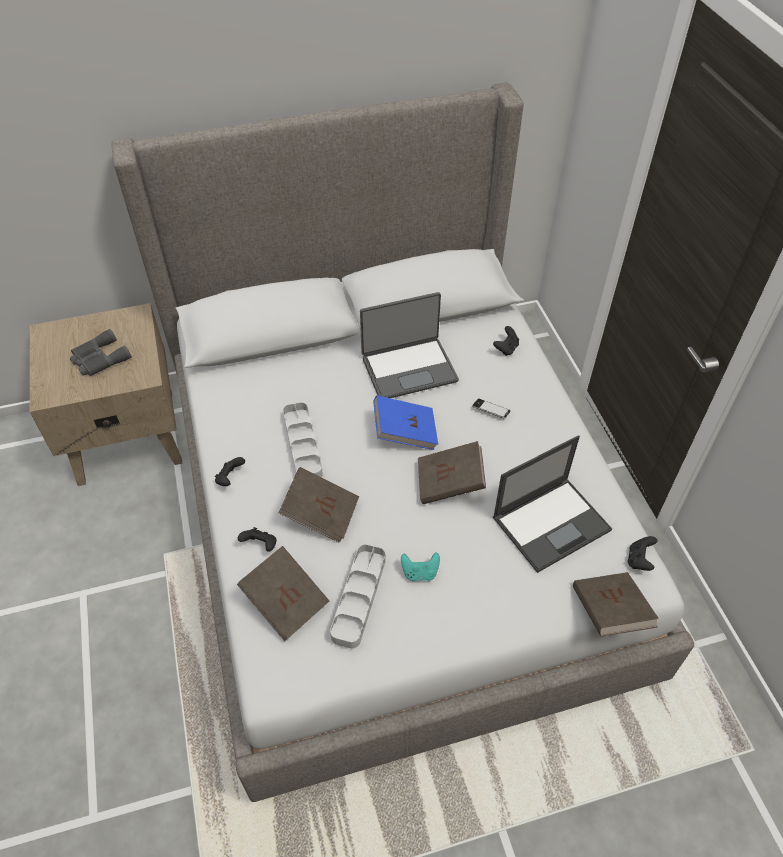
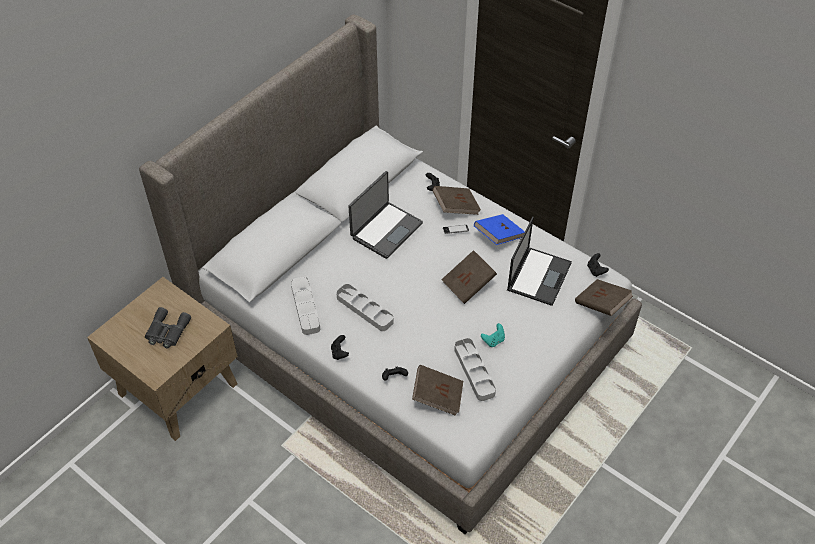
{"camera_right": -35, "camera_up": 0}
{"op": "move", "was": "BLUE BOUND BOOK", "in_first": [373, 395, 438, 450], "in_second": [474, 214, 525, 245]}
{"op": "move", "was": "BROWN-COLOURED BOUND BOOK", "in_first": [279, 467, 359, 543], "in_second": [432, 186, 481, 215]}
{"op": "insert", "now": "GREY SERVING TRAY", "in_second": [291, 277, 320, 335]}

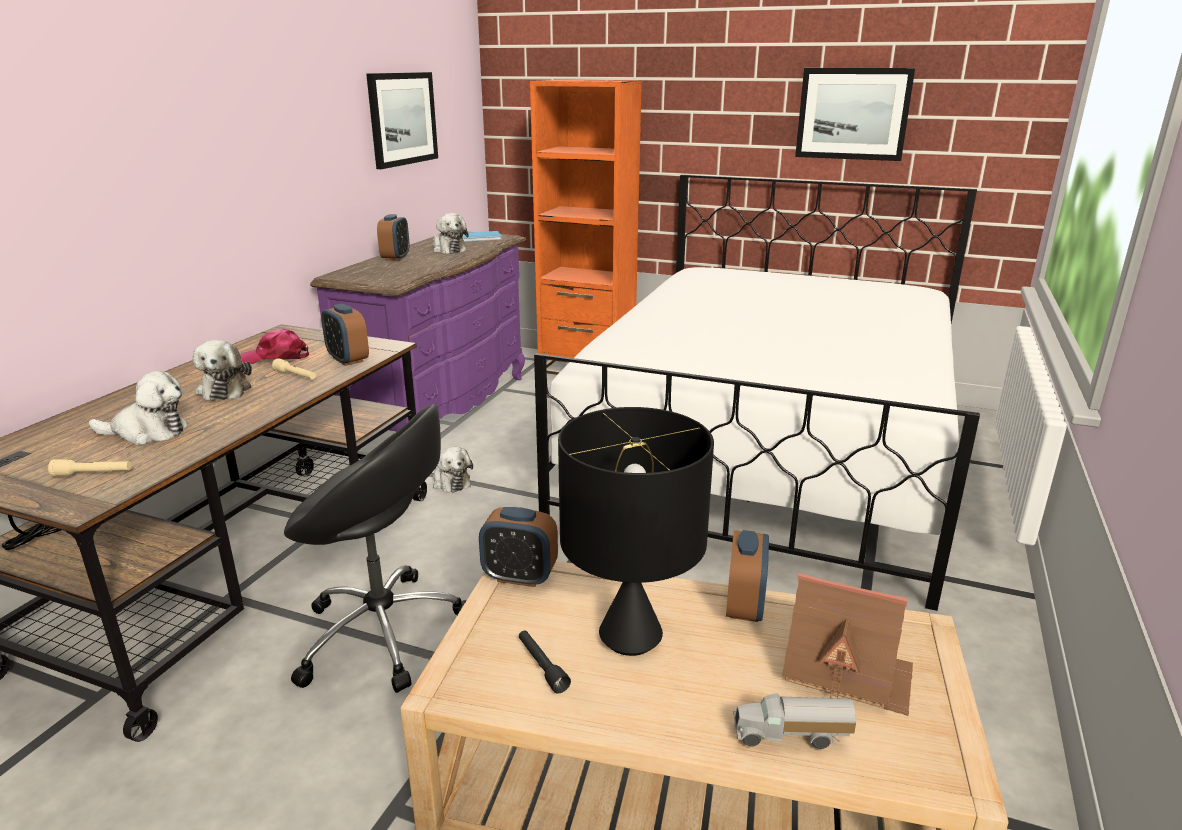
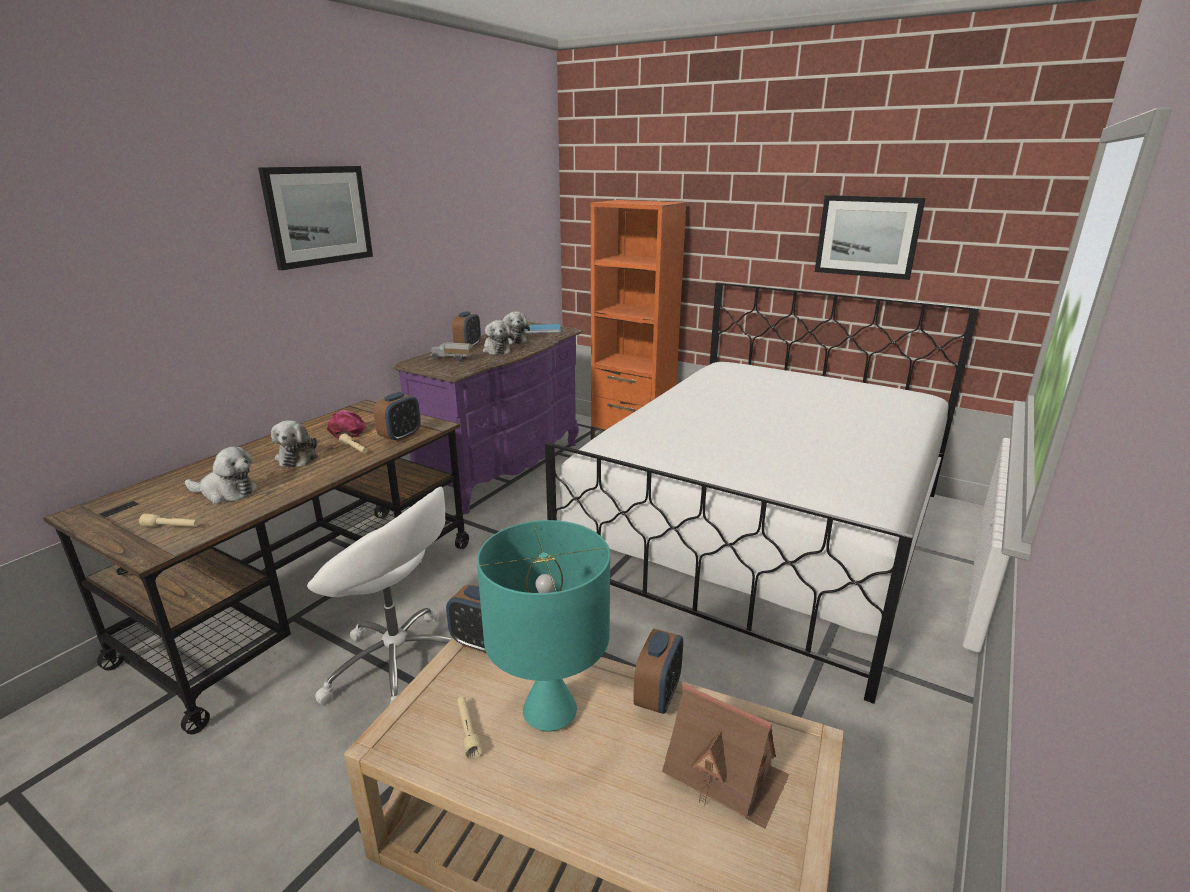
{"camera_right": 10, "camera_up": 0}
{"op": "move", "was": "PICTURE", "in_first": [366, 72, 438, 169], "in_second": [258, 166, 373, 270]}
{"op": "rotate", "was": "BEDSIDE CLOCK", "in_first": [321, 304, 369, 366], "in_second": [374, 392, 421, 442], "clockwise": -120}
{"op": "rotate", "was": "PINK-COLOURED CAP", "in_first": [241, 329, 309, 364], "in_second": [327, 410, 366, 439], "clockwise": 75}
{"op": "recolor", "was": "BLACKISH DESK CHAIR", "now": "WHITE DESK CHAIR", "in_first": [284, 404, 466, 693], "in_second": [307, 487, 452, 705]}
{"op": "recolor", "was": "BLACKISH LAMP FOR A TABLE", "now": "TURQUOISE-COLOURED LAMP FOR A TABLE", "in_first": [558, 407, 714, 656], "in_second": [477, 520, 610, 732]}
{"op": "move", "was": "CUDDLY TOY", "in_first": [433, 447, 473, 493], "in_second": [483, 320, 514, 355]}
{"op": "recolor", "was": "BLACKISH TORCH", "now": "SAND-COLOURED TORCH", "in_first": [519, 630, 571, 694], "in_second": [457, 696, 483, 759]}
{"op": "move", "was": "MODEL TRUCK", "in_first": [733, 693, 856, 749], "in_second": [430, 342, 473, 361]}

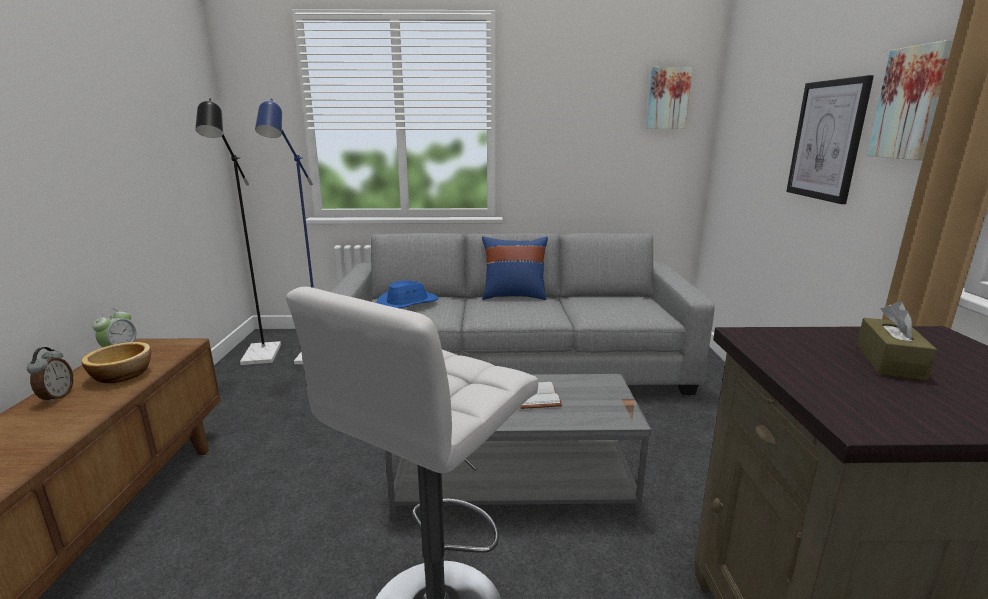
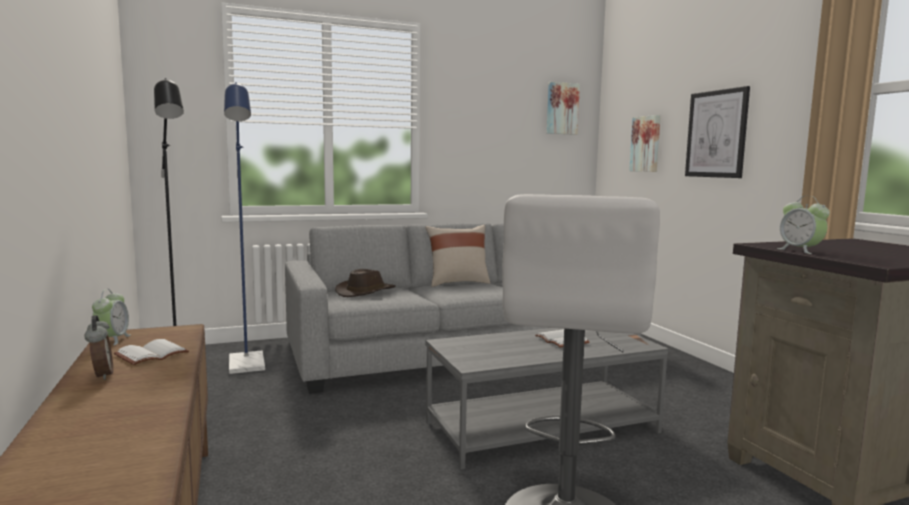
{"camera_right": -20, "camera_up": -10}
{"op": "move", "was": "PICTURE", "in_first": [867, 40, 953, 160], "in_second": [629, 115, 661, 172]}
{"op": "recolor", "was": "BLUE THROW PILLOW", "now": "SAND-COLOURED THROW PILLOW", "in_first": [482, 236, 548, 300], "in_second": [425, 225, 490, 287]}
{"op": "recolor", "was": "BLUE WEARABLE HAT", "now": "BROWN-COLOURED WEARABLE HAT", "in_first": [377, 280, 439, 309], "in_second": [335, 269, 396, 297]}
{"op": "delete", "was": "BROWN-COLOURED TISSUE BOX", "in_first": [857, 301, 937, 380]}
{"op": "replace", "was": "SERVING BOWL", "now": "WHITE BOUND BOOK", "in_first": [81, 342, 151, 383], "in_second": [114, 339, 189, 365]}
{"op": "insert", "now": "BEDSIDE CLOCK", "in_second": [777, 196, 830, 254]}

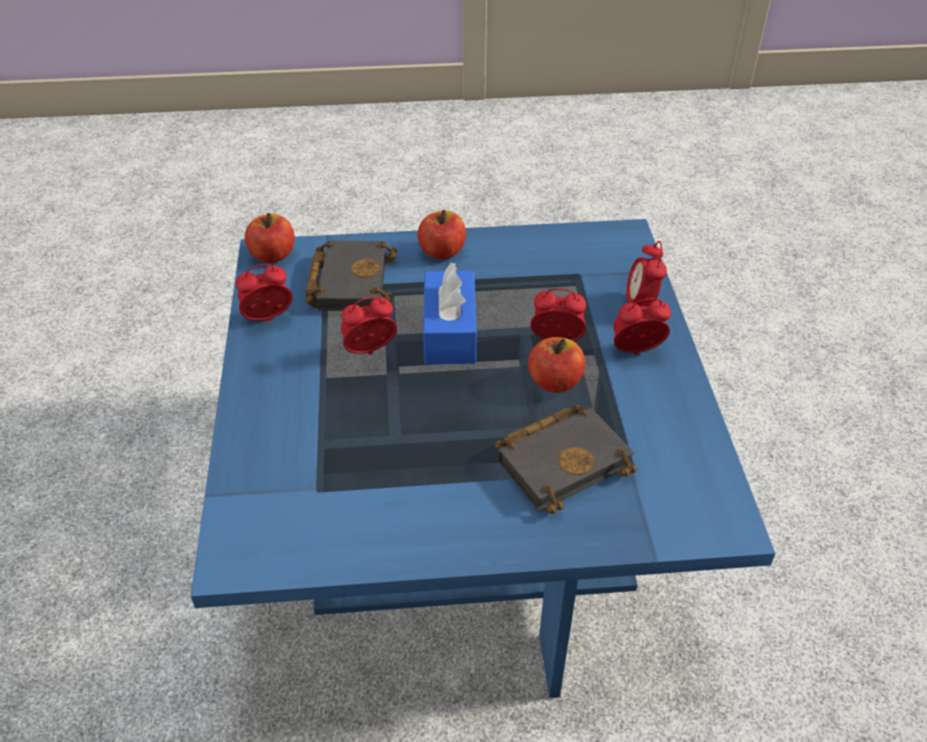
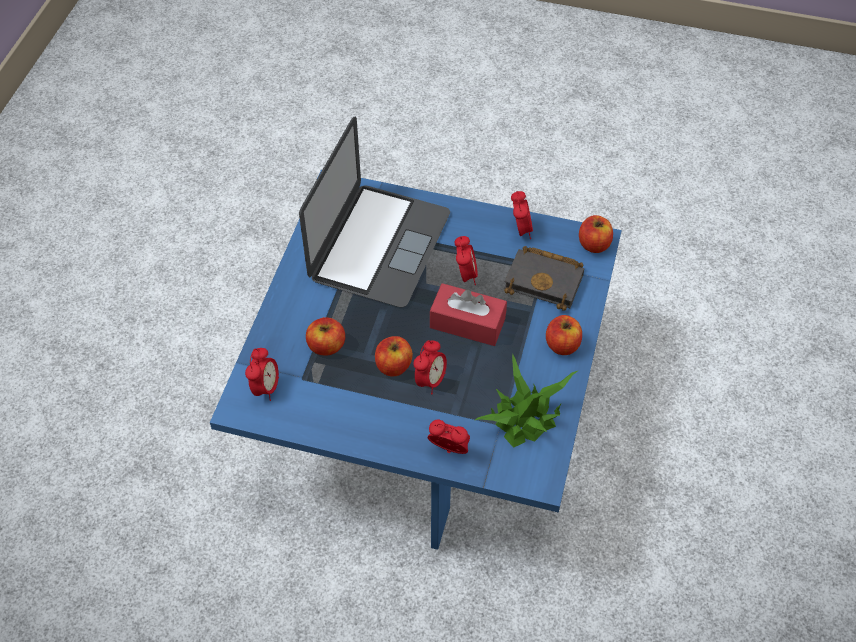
{"camera_right": 110, "camera_up": 10}
{"op": "recolor", "was": "BLUE TISSUE BOX", "now": "REDDISH TISSUE BOX", "in_first": [423, 263, 477, 364], "in_second": [430, 283, 507, 346]}
{"op": "move", "was": "BEDSIDE CLOCK", "in_first": [613, 298, 671, 355], "in_second": [245, 348, 279, 401]}
{"op": "replace", "was": "BLACKISH BOUND BOOK", "now": "APPLE", "in_first": [495, 405, 637, 514], "in_second": [306, 317, 345, 356]}
{"op": "insert", "now": "LAPTOP", "in_second": [299, 117, 450, 308]}
{"op": "insert", "now": "HOUSEPLANT", "in_second": [475, 353, 579, 448]}

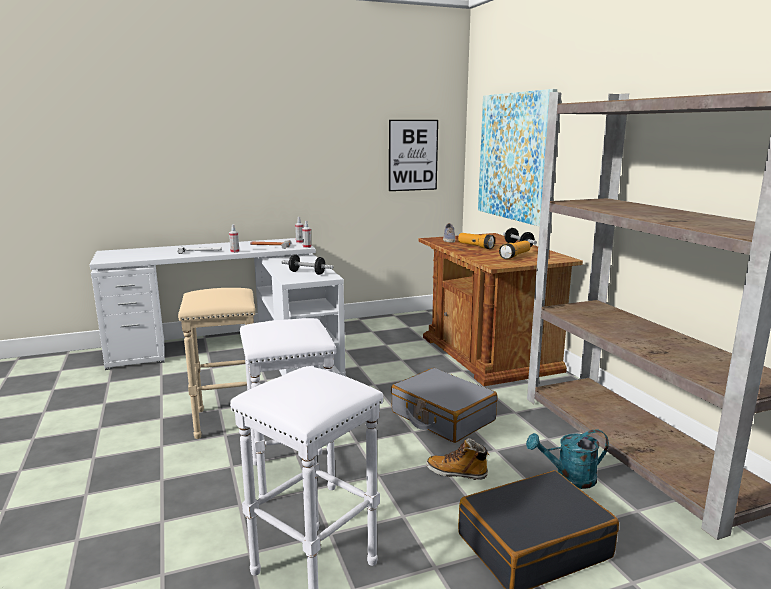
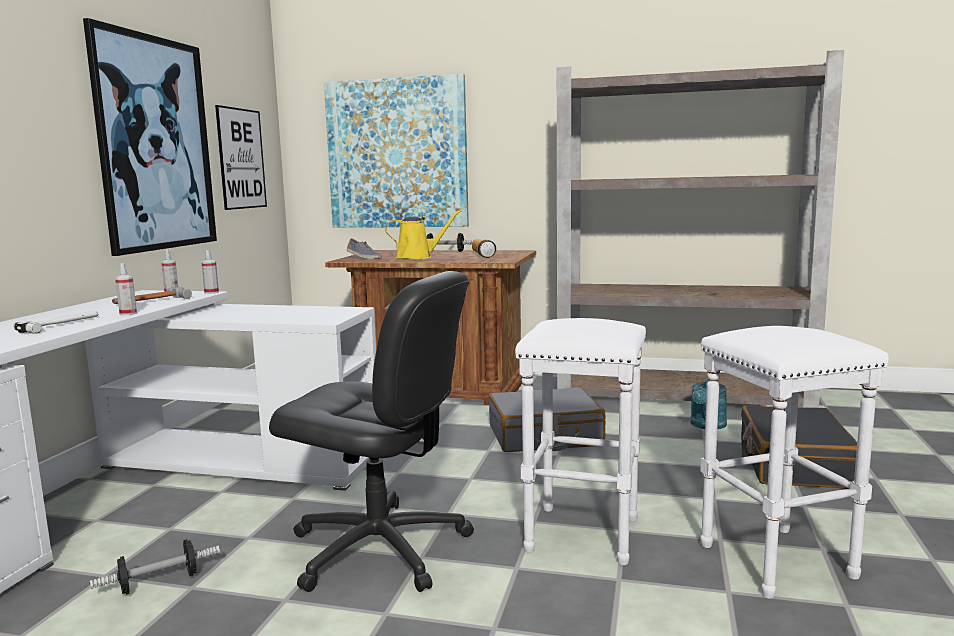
{"camera_right": -55, "camera_up": -5}
{"op": "replace", "was": "TORCH", "now": "YELLOWISH WATERING CAN", "in_first": [458, 233, 495, 249], "in_second": [385, 210, 462, 259]}
{"op": "move", "was": "FREE WEIGHT", "in_first": [281, 254, 333, 275], "in_second": [90, 539, 220, 595]}
{"op": "replace", "was": "SAND-COLOURED SITTING STOOL", "now": "BLACKISH DESK CHAIR", "in_first": [178, 288, 255, 439], "in_second": [269, 271, 474, 592]}
{"op": "delete", "was": "TALL BOOT", "in_first": [426, 438, 490, 480]}
{"op": "insert", "now": "PICTURE", "in_second": [83, 18, 217, 256]}

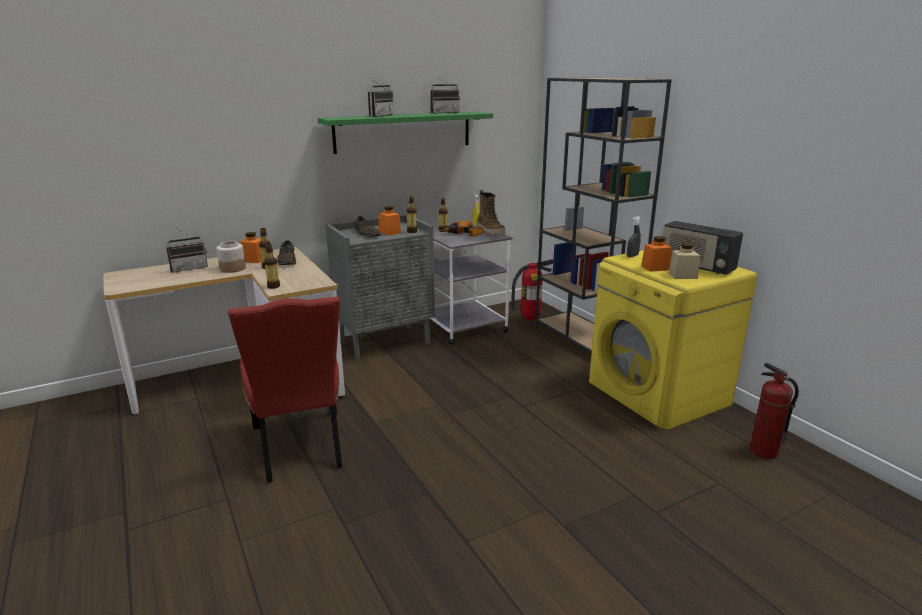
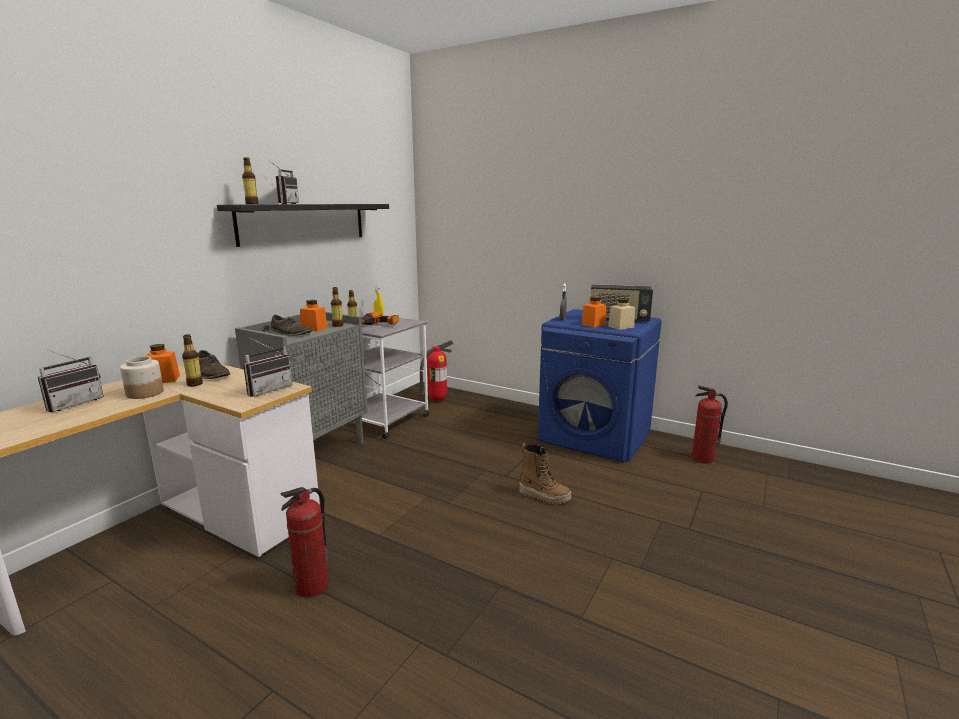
{"camera_right": -30, "camera_up": -5}
{"op": "move", "was": "RADIO SET", "in_first": [430, 77, 460, 114], "in_second": [243, 338, 293, 397]}
{"op": "delete", "was": "BOOKCASE", "in_first": [535, 78, 671, 354]}
{"op": "recolor", "was": "GREENISH SHELF", "now": "BLACKISH SHELF", "in_first": [318, 112, 493, 154], "in_second": [217, 204, 389, 247]}
{"op": "move", "was": "TALL BOOT", "in_first": [477, 190, 505, 236], "in_second": [519, 443, 571, 505]}
{"op": "move", "was": "BOTTLE", "in_first": [264, 244, 280, 289], "in_second": [242, 157, 259, 204]}
{"op": "recolor", "was": "YELLOWISH LAUNDRY MACHINE", "now": "BLUE LAUNDRY MACHINE", "in_first": [589, 250, 757, 429], "in_second": [538, 309, 662, 463]}
{"op": "replace", "was": "REDDISH PLAIN CHAIR", "now": "FIRE EXTINGUISHER", "in_first": [228, 297, 343, 483], "in_second": [280, 487, 328, 597]}

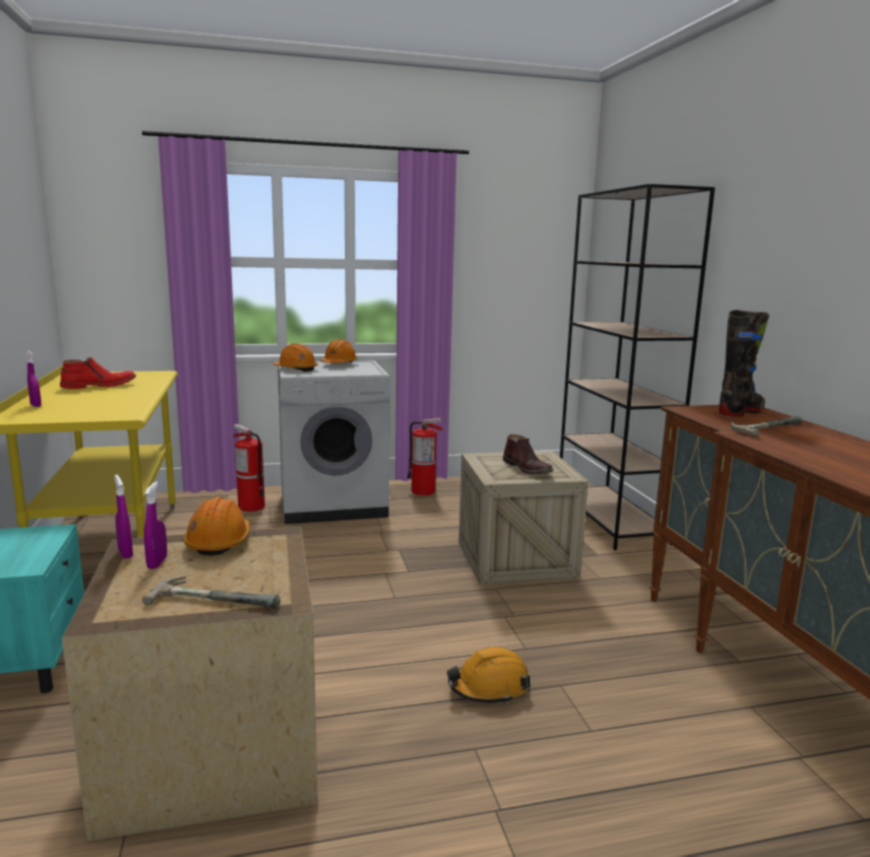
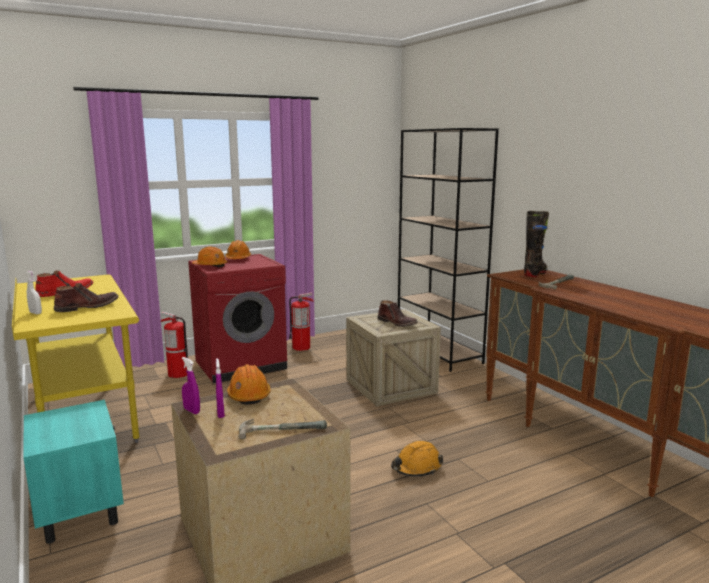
{"camera_right": -15, "camera_up": 0}
{"op": "recolor", "was": "PURPLE-COLOURED SPRAYER", "now": "WHITE SPRAYER", "in_first": [26, 351, 41, 407], "in_second": [26, 271, 42, 314]}
{"op": "recolor", "was": "WHITE LAUNDRY MACHINE", "now": "REDDISH LAUNDRY MACHINE", "in_first": [278, 360, 390, 524], "in_second": [189, 254, 287, 384]}
{"op": "insert", "now": "BROWN-COLOURED TALL BOOT", "in_second": [54, 283, 119, 312]}

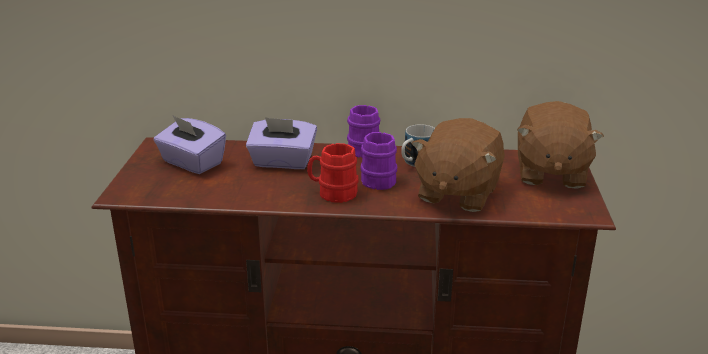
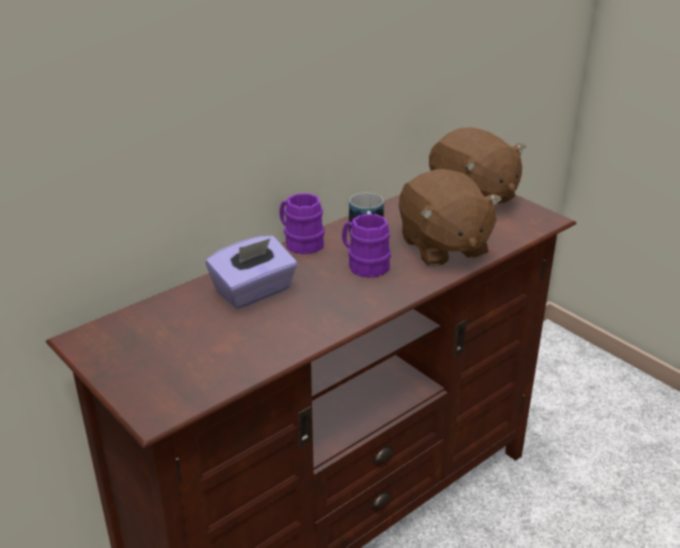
{"camera_right": -45, "camera_up": 5}
{"op": "delete", "was": "PURPLE-COLOURED TISSUE BOX", "in_first": [154, 115, 226, 174]}
{"op": "delete", "was": "REDDISH MUG", "in_first": [307, 143, 359, 203]}

